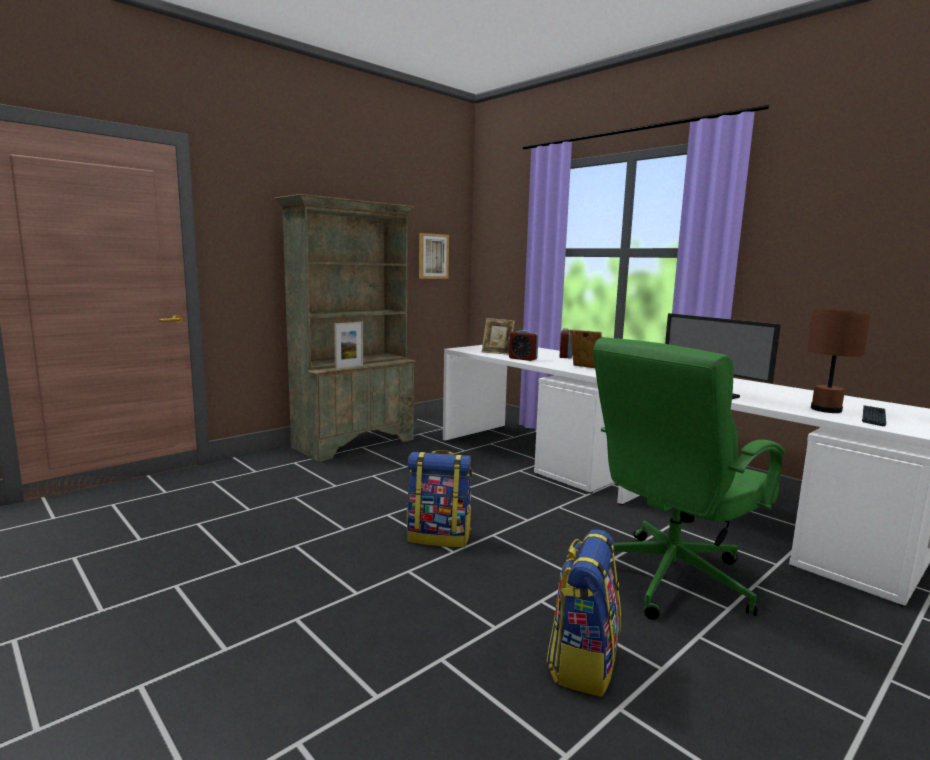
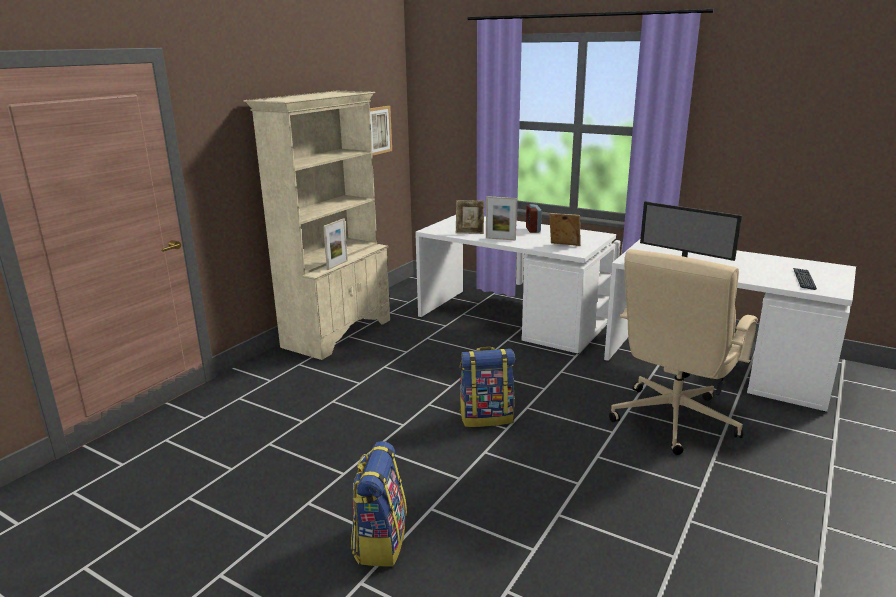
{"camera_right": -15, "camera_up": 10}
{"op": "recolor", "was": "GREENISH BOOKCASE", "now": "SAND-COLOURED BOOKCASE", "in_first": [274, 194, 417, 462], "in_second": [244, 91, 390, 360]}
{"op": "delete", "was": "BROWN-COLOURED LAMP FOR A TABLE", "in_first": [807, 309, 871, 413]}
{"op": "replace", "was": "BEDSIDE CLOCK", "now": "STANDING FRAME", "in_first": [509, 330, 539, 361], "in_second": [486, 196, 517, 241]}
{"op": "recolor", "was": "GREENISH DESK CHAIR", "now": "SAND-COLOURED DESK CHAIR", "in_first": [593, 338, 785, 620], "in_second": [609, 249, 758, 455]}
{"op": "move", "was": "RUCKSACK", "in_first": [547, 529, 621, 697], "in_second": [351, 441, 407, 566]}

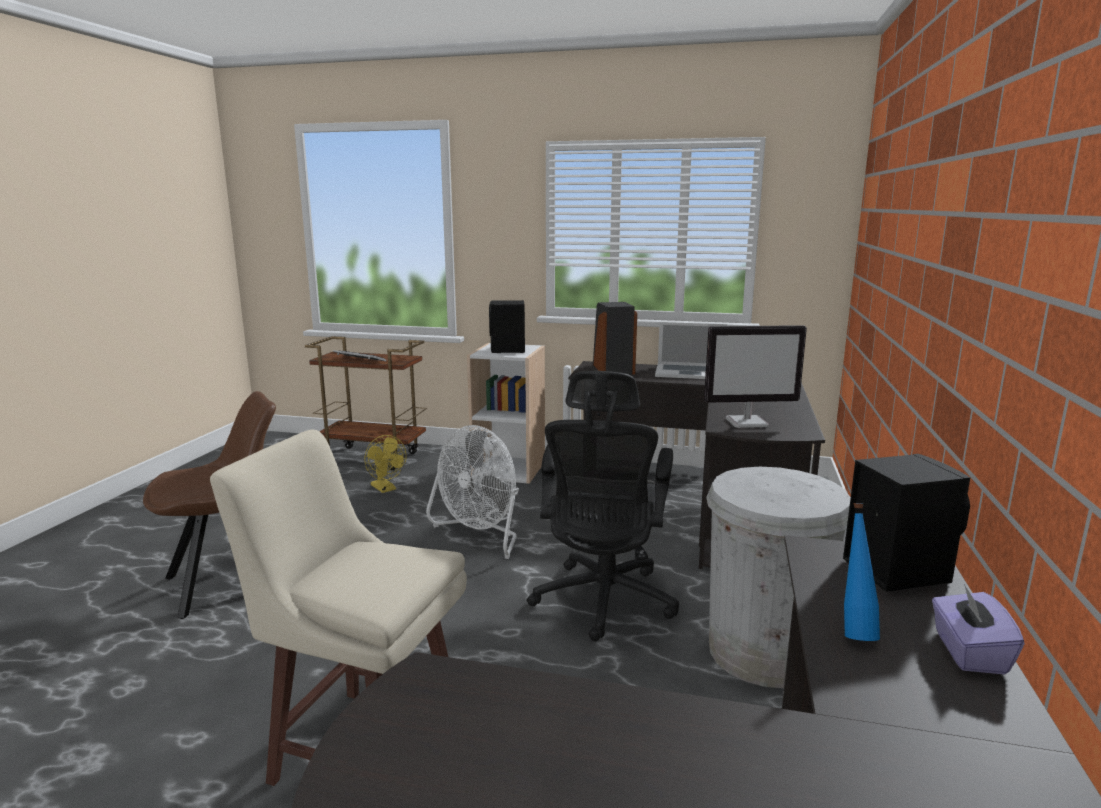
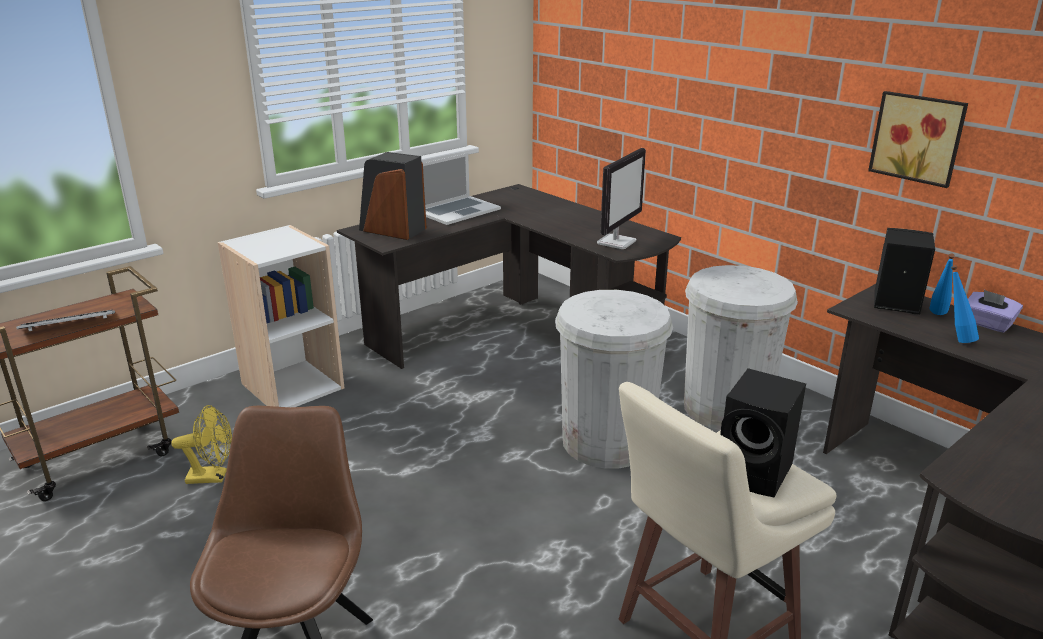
{"camera_right": -55, "camera_up": 10}
{"op": "move", "was": "BLACKISH AUDIO SPEAKER", "in_first": [489, 300, 525, 353], "in_second": [720, 368, 806, 497]}
{"op": "replace", "was": "DESK CHAIR", "now": "WHITE RUBBISH BIN", "in_first": [527, 371, 679, 641], "in_second": [555, 290, 673, 469]}
{"op": "delete", "was": "WHITE COOLING FAN", "in_first": [426, 425, 519, 559]}
{"op": "insert", "now": "PICTURE", "in_second": [868, 91, 968, 188]}
{"op": "insert", "now": "BLUE BOTTLE", "in_second": [930, 254, 955, 315]}

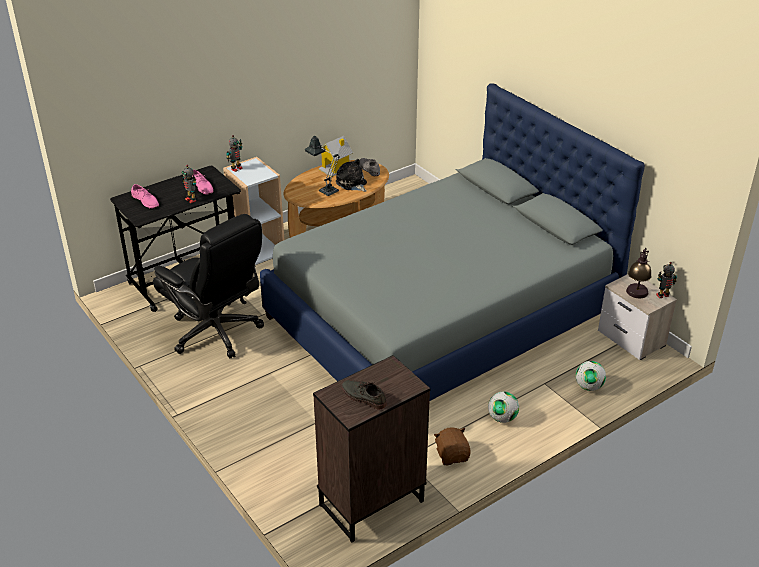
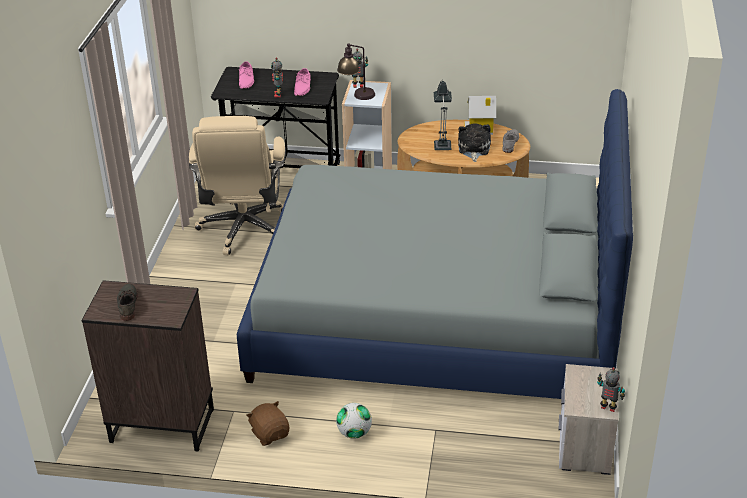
{"camera_right": 45, "camera_up": 0}
{"op": "recolor", "was": "BLACKISH DESK CHAIR", "now": "SAND-COLOURED DESK CHAIR", "in_first": [153, 214, 264, 359], "in_second": [189, 116, 286, 255]}
{"op": "move", "was": "LAMP FOR A TABLE", "in_first": [626, 248, 651, 298], "in_second": [337, 43, 375, 100]}
{"op": "delete", "was": "BALL FOR FOOTBALL", "in_first": [576, 361, 606, 391]}
{"op": "rotate", "was": "BROWN-COLOURED CUDDLY TOY", "in_first": [434, 427, 471, 465], "in_second": [246, 401, 289, 446], "clockwise": -60}

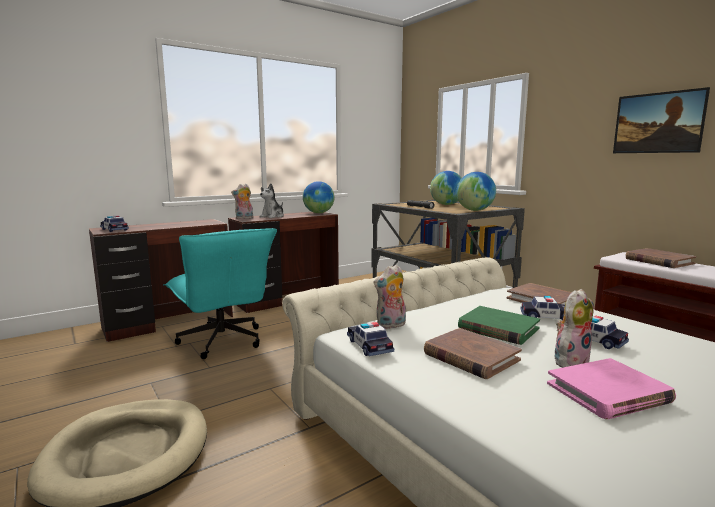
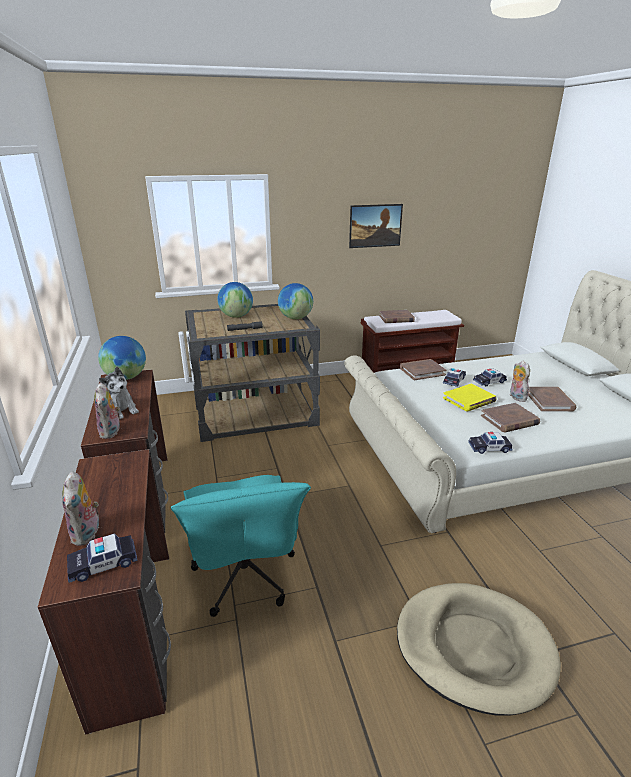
{"camera_right": -70, "camera_up": 15}
{"op": "rotate", "was": "TURQUOISE-COLOURED DESK CHAIR", "in_first": [163, 228, 277, 359], "in_second": [171, 475, 311, 617], "clockwise": 90}
{"op": "move", "was": "CUDDLY TOY", "in_first": [374, 264, 406, 329], "in_second": [62, 471, 99, 546]}
{"op": "recolor", "was": "GREENISH BOUND BOOK", "now": "YELLOWISH BOUND BOOK", "in_first": [458, 306, 540, 345], "in_second": [443, 384, 497, 411]}
{"op": "recolor", "was": "PINK-COLOURED BOUND BOOK", "now": "BROWN-COLOURED BOUND BOOK", "in_first": [547, 358, 676, 419], "in_second": [528, 387, 576, 411]}

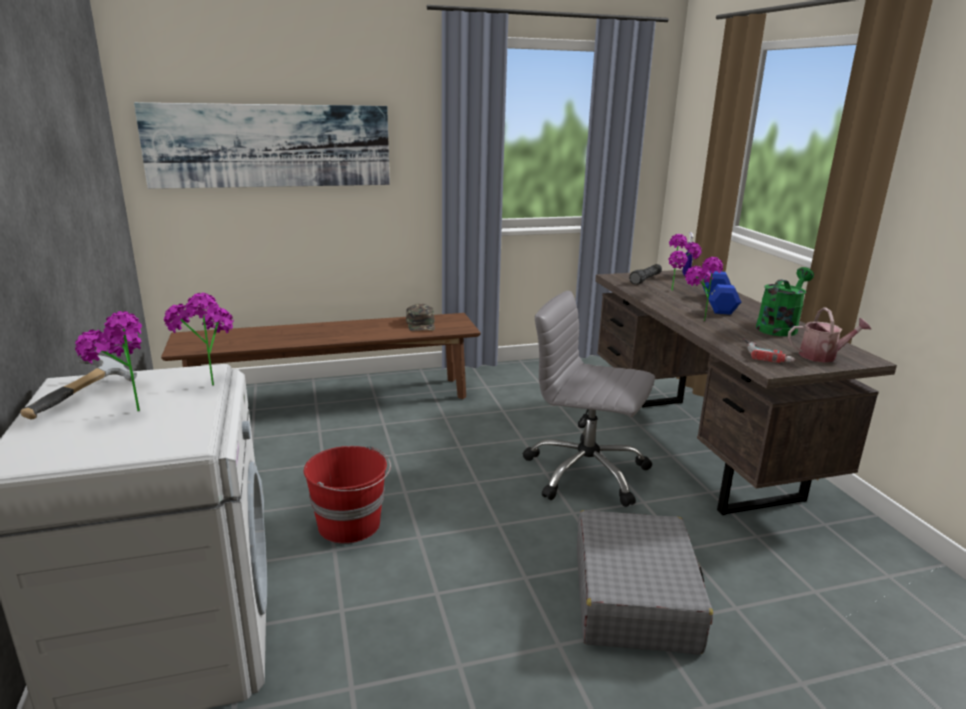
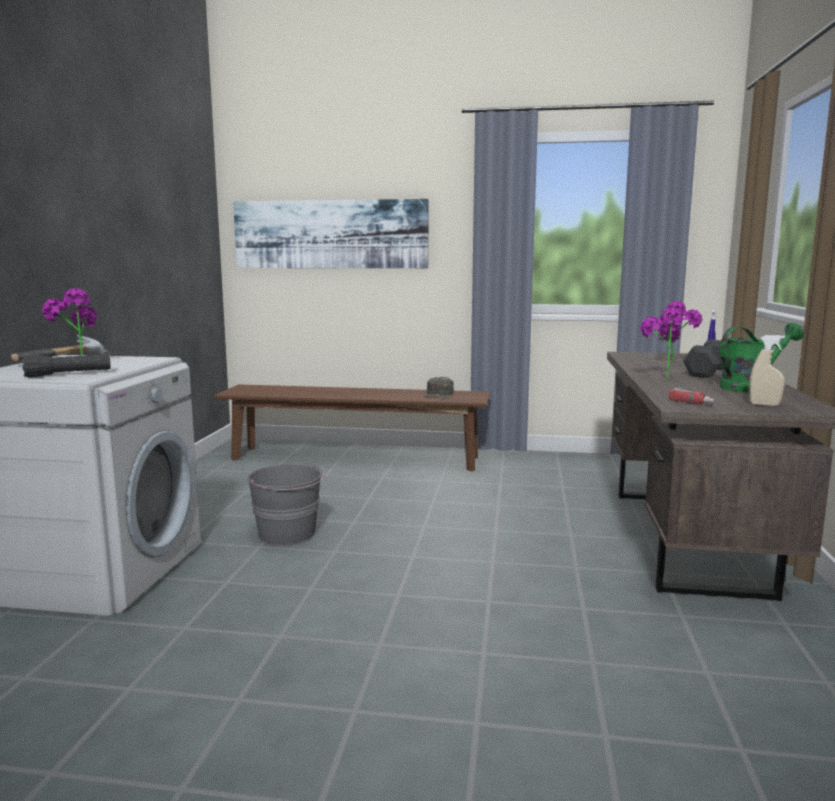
{"camera_right": 25, "camera_up": -10}
{"op": "move", "was": "BLACKISH TORCH", "in_first": [629, 264, 662, 284], "in_second": [22, 354, 111, 377]}
{"op": "recolor", "was": "BLUE FREE WEIGHT", "now": "BLACKISH FREE WEIGHT", "in_first": [703, 271, 741, 315], "in_second": [683, 340, 727, 378]}
{"op": "delete", "was": "GREY DESK CHAIR", "in_first": [523, 291, 655, 507]}
{"op": "delete", "was": "HOUSEPLANT", "in_first": [164, 293, 234, 385]}
{"op": "replace", "was": "WATERING CAN", "now": "SAND-COLOURED SPRAYER", "in_first": [788, 307, 871, 363], "in_second": [749, 335, 785, 406]}
{"op": "recolor", "was": "REDDISH WATER BUCKET", "now": "GREY WATER BUCKET", "in_first": [304, 446, 391, 543], "in_second": [247, 464, 325, 545]}
{"op": "delete", "was": "GREY TRAVEL CASE", "in_first": [577, 510, 713, 655]}

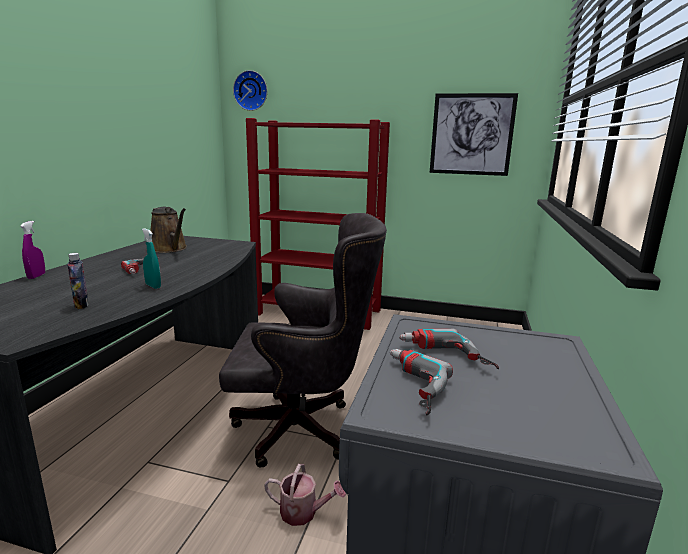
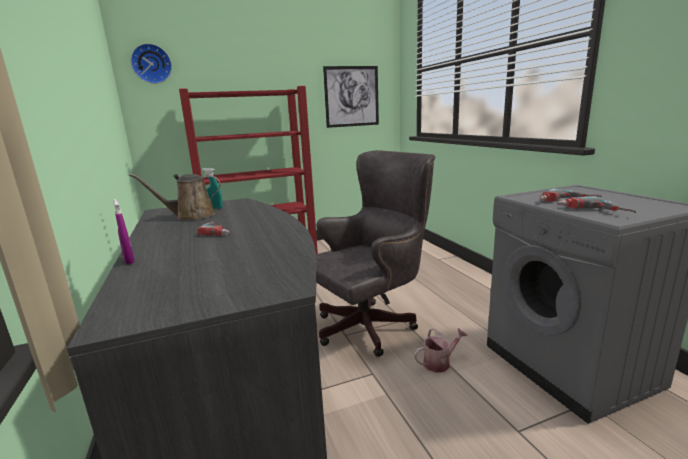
{"camera_right": -35, "camera_up": 0}
{"op": "rotate", "was": "BROWN-COLOURED WATERING CAN", "in_first": [150, 207, 187, 253], "in_second": [129, 174, 221, 220], "clockwise": 150}
{"op": "move", "was": "TURQUOISE-COLOURED SPRAYER", "in_first": [142, 228, 161, 289], "in_second": [202, 168, 222, 209]}
{"op": "delete", "was": "BOTTLE", "in_first": [67, 253, 89, 309]}

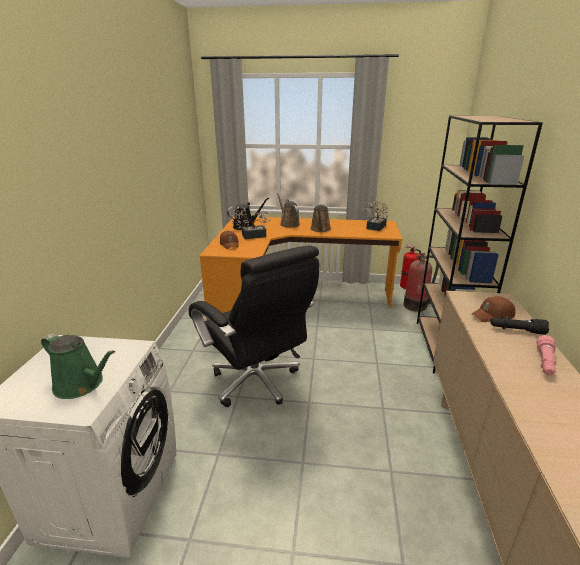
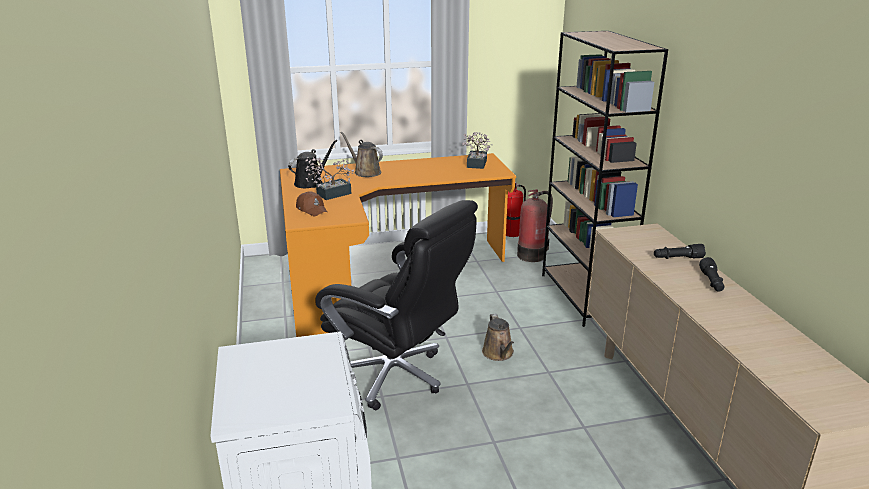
{"camera_right": -20, "camera_up": 0}
{"op": "move", "was": "BROWN-COLOURED WATERING CAN", "in_first": [310, 204, 331, 232], "in_second": [482, 313, 514, 361]}
{"op": "delete", "was": "BROWN-COLOURED CAP", "in_first": [472, 296, 516, 322]}
{"op": "delete", "was": "GREENISH WATERING CAN", "in_first": [41, 334, 115, 399]}
{"op": "recolor", "was": "PINK-COLOURED TORCH", "now": "BLACKISH TORCH", "in_first": [536, 335, 557, 375], "in_second": [699, 257, 724, 292]}

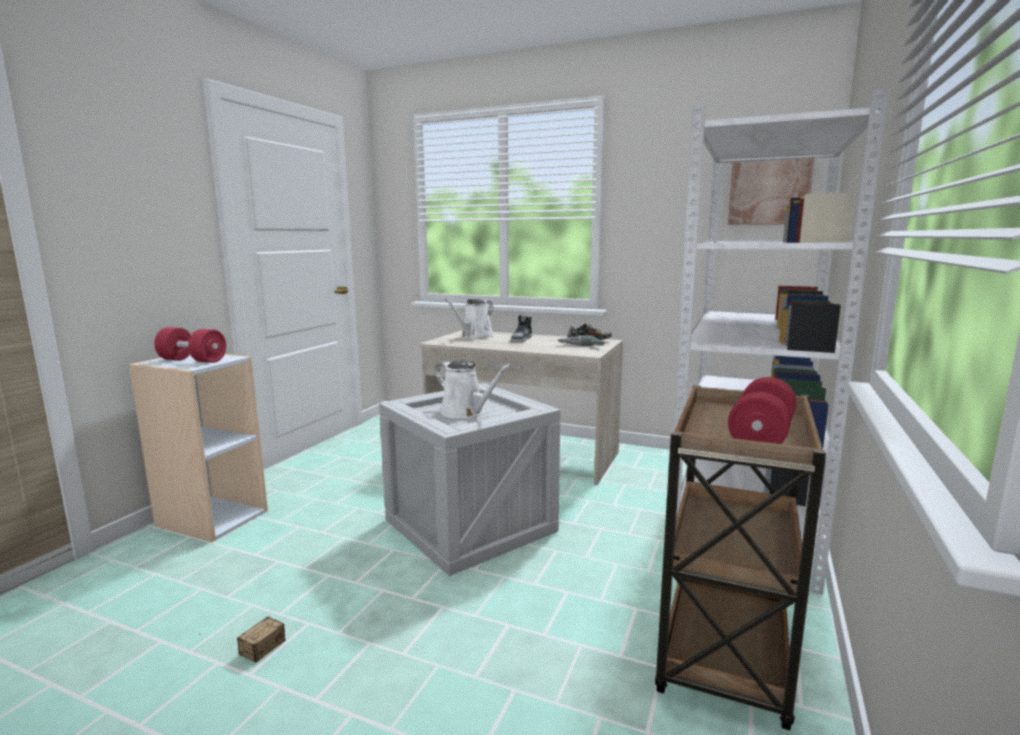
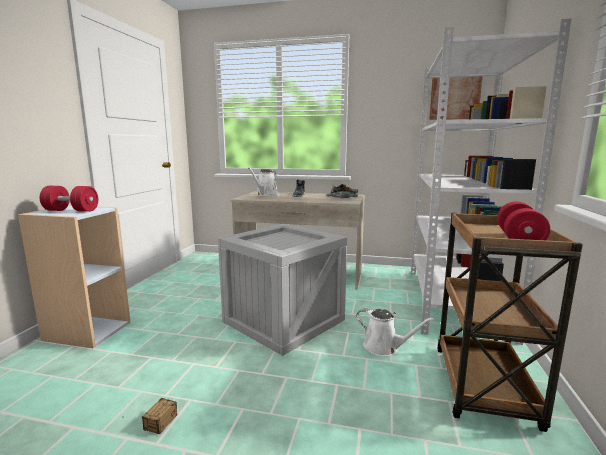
{"camera_right": -10, "camera_up": 0}
{"op": "move", "was": "WHITE WATERING CAN", "in_first": [435, 360, 512, 418], "in_second": [356, 308, 435, 356]}

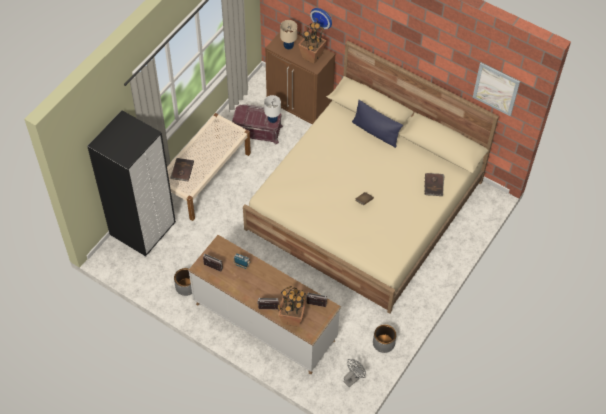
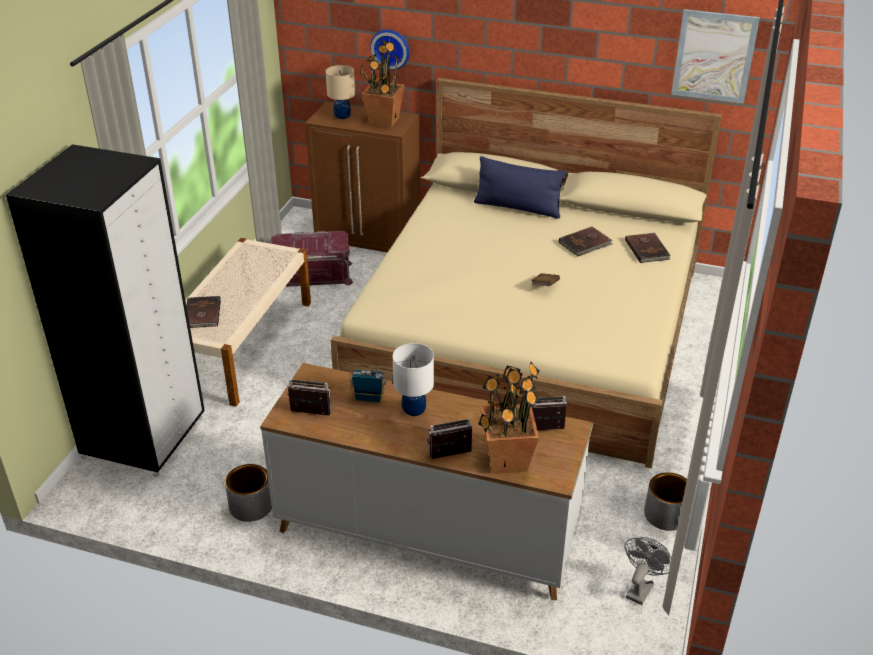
{"camera_right": -15, "camera_up": -20}
{"op": "move", "was": "WHITE LAMP FOR A TABLE", "in_first": [264, 95, 281, 123], "in_second": [393, 343, 434, 416]}
{"op": "insert", "now": "BROWN-COLOURED BOUND BOOK", "in_second": [559, 227, 613, 256]}

